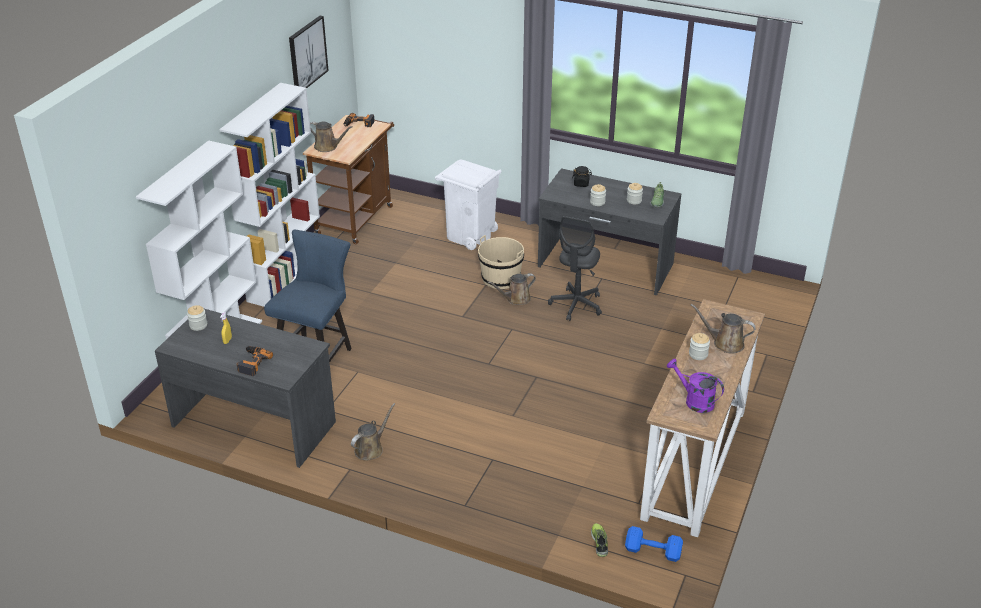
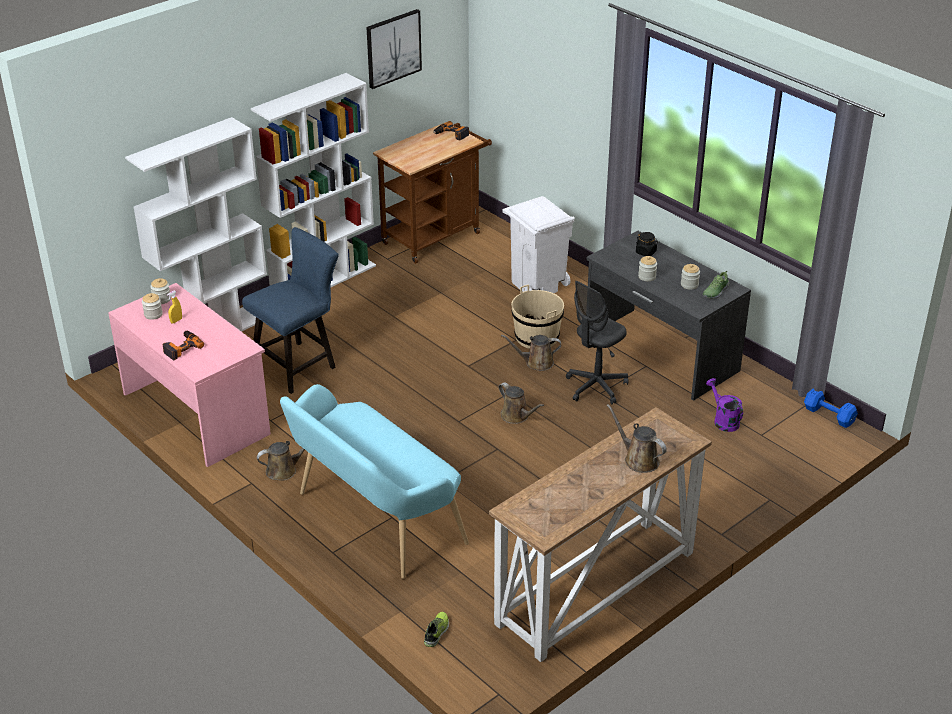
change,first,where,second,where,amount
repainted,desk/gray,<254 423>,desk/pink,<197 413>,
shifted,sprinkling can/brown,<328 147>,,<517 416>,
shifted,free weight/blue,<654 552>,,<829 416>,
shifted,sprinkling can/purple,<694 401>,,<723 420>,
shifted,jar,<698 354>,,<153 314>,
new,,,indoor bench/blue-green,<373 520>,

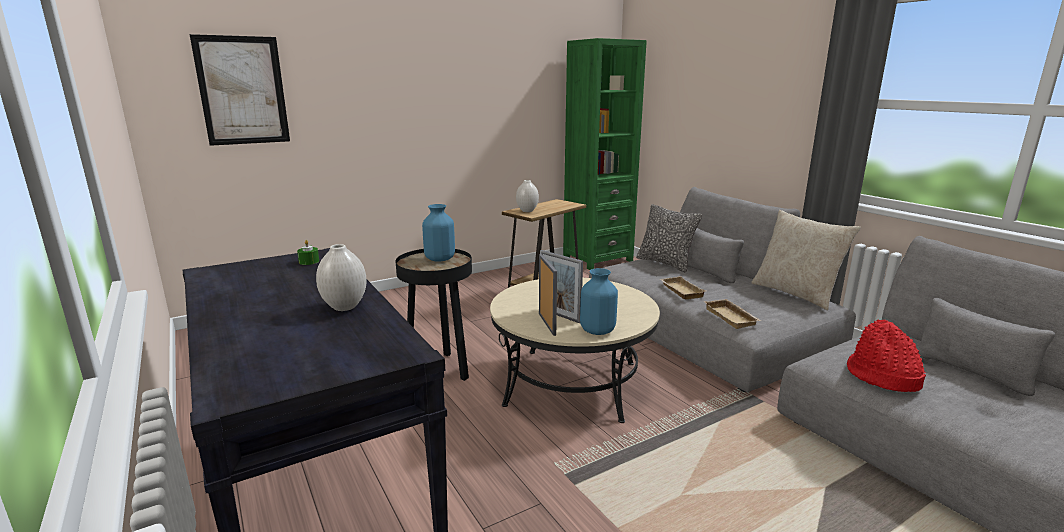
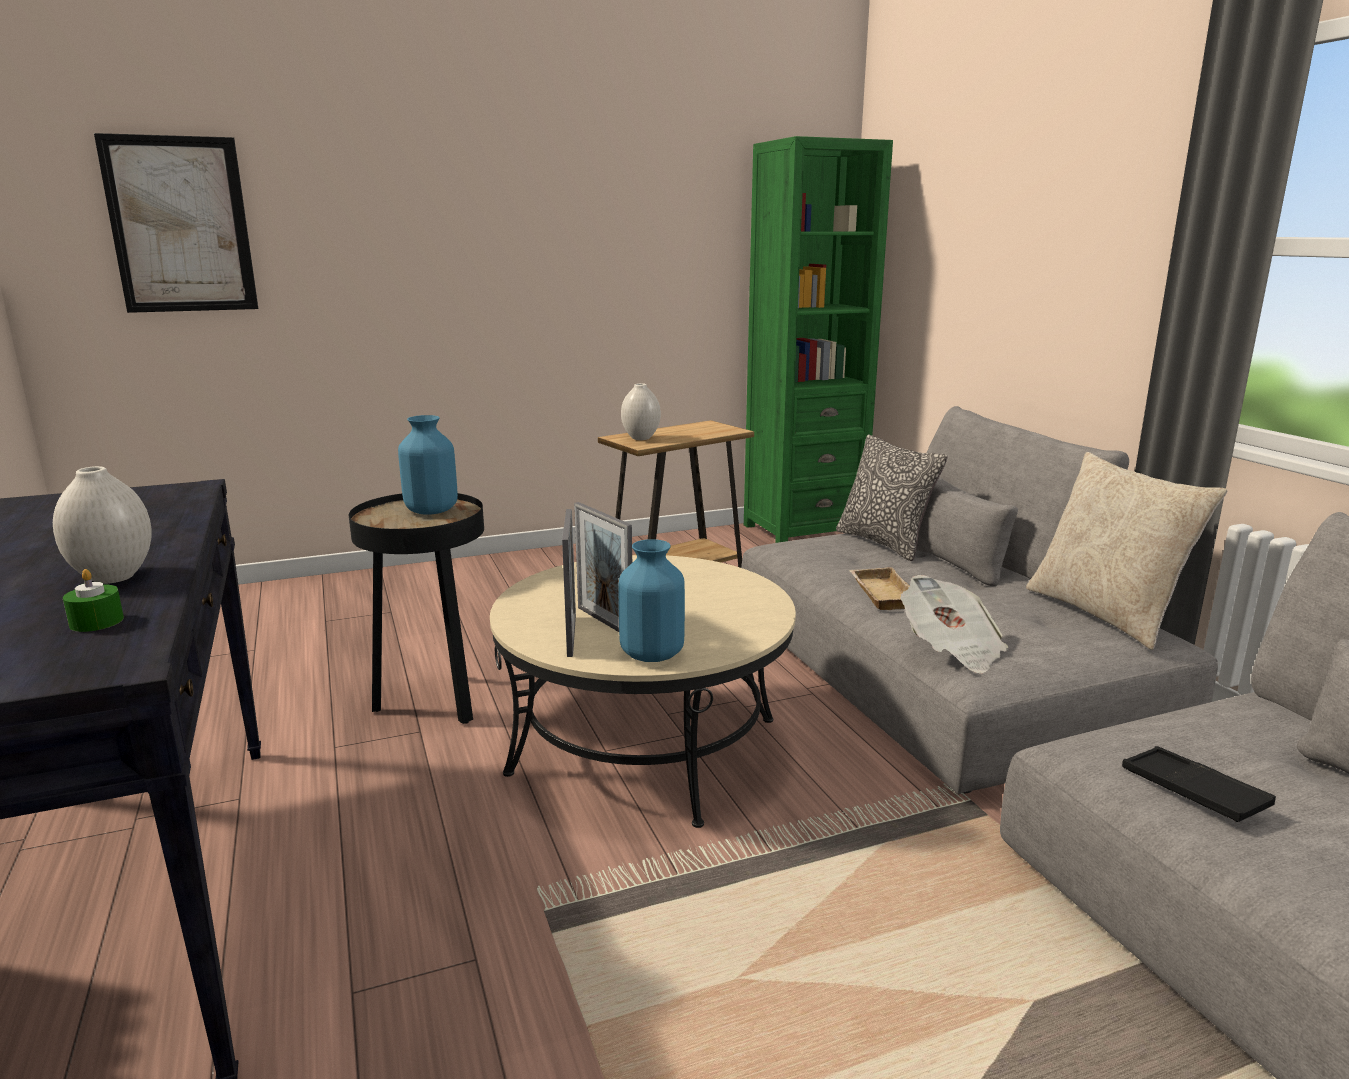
change,first,where,second,where,amount
shifted,wax light/green,<309 261>,,<96 622>,
swapped,serving tray/beige-coloured,<732 317>,daily paper,<951 649>,
swapped,wearable hat/red-coloured,<881 377>,serving tray/black-coloured,<1193 791>,

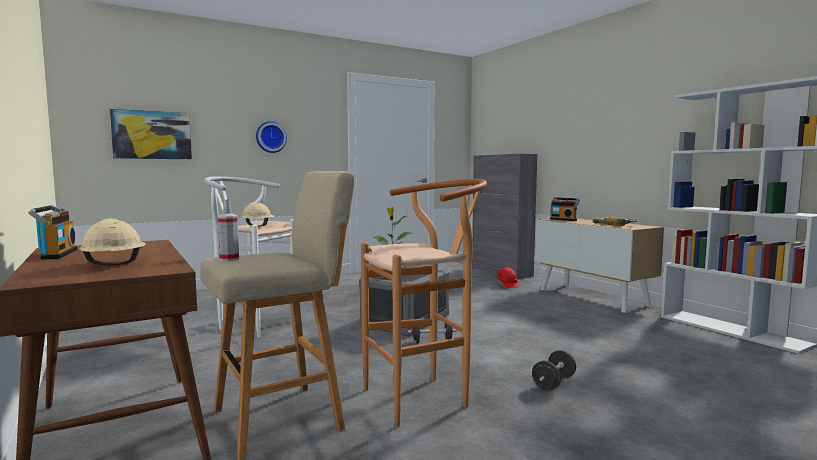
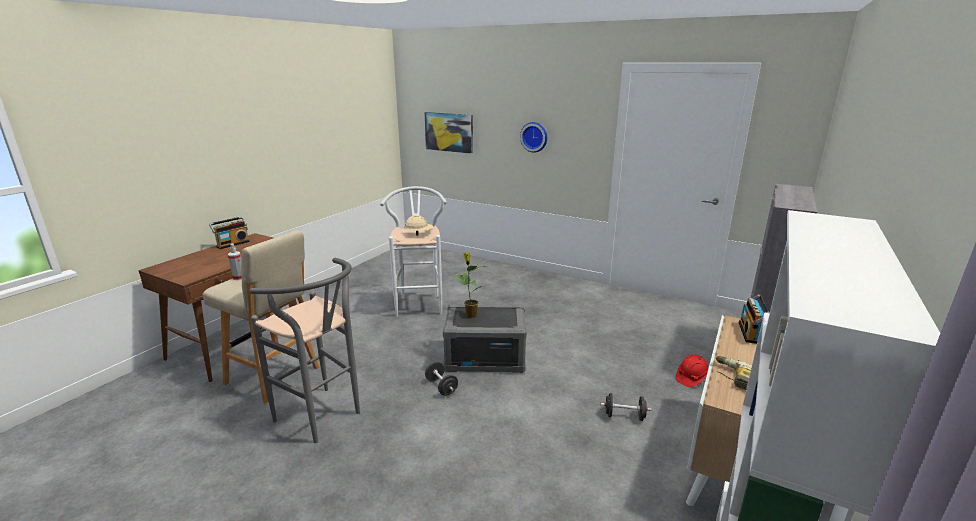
change,first,where,second,where,amount
gone,hard hat/beige-coloured,<114 264>,,,
repainted,stool/brown,<425 397>,stool/gray,<324 418>,
shifted,free weight/black-coloured,<553 383>,,<624 416>,

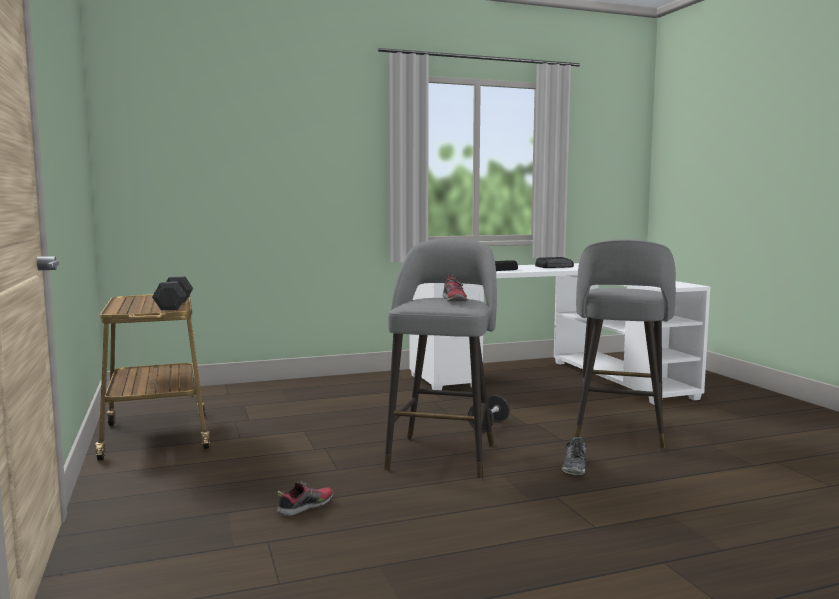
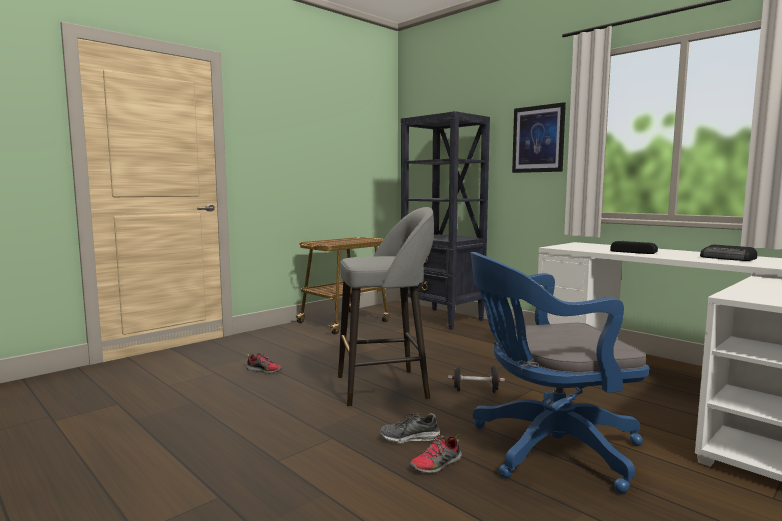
change,first,where,second,where,amount
gone,free weight/gray,<174 305>,,,
shifted,item of footwear,<454 300>,,<436 465>,
swapped,stool/gray,<618 431>,desk chair/blue,<547 449>,
new,,,shelving unit/black-coloured,<442 319>,
new,,,wall picture,<538 139>,

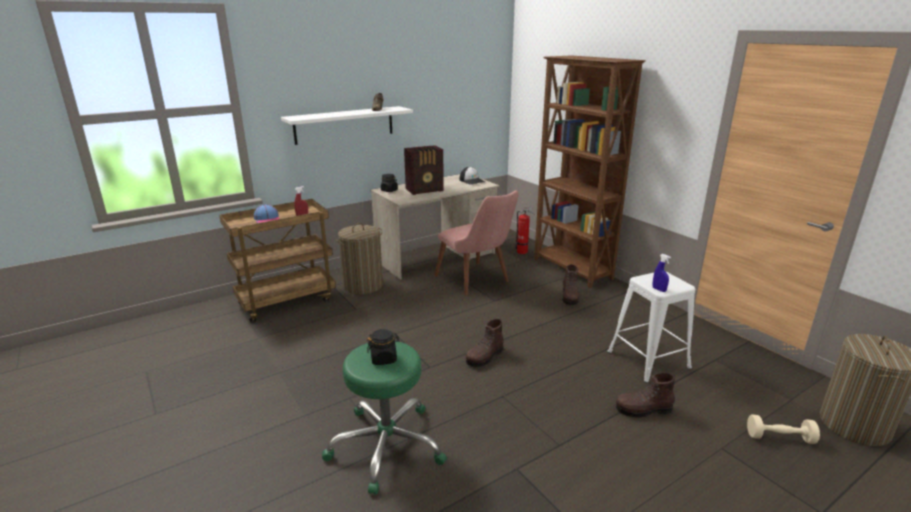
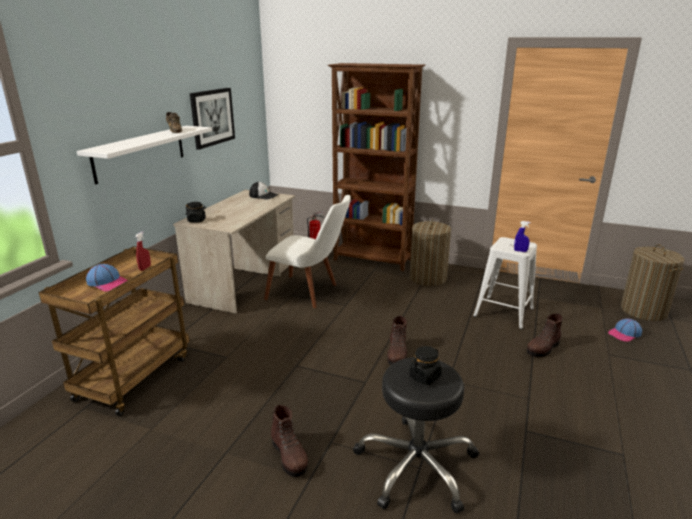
change,first,where,second,where,amount
repainted,stool/green,<386 445>,stool/black-coloured,<416 466>,
shifted,hamper,<363 285>,,<427 278>,
gone,radio receiver,<425 190>,,,
repainted,chair/pink,<477 281>,chair/whitish,<310 293>,
shifted,tall boot/brown,<569 297>,,<289 456>,
swapped,free weight/beige-coloured,<779 437>,baseball cap,<624 334>,
new,,,wall picture,<212 117>,

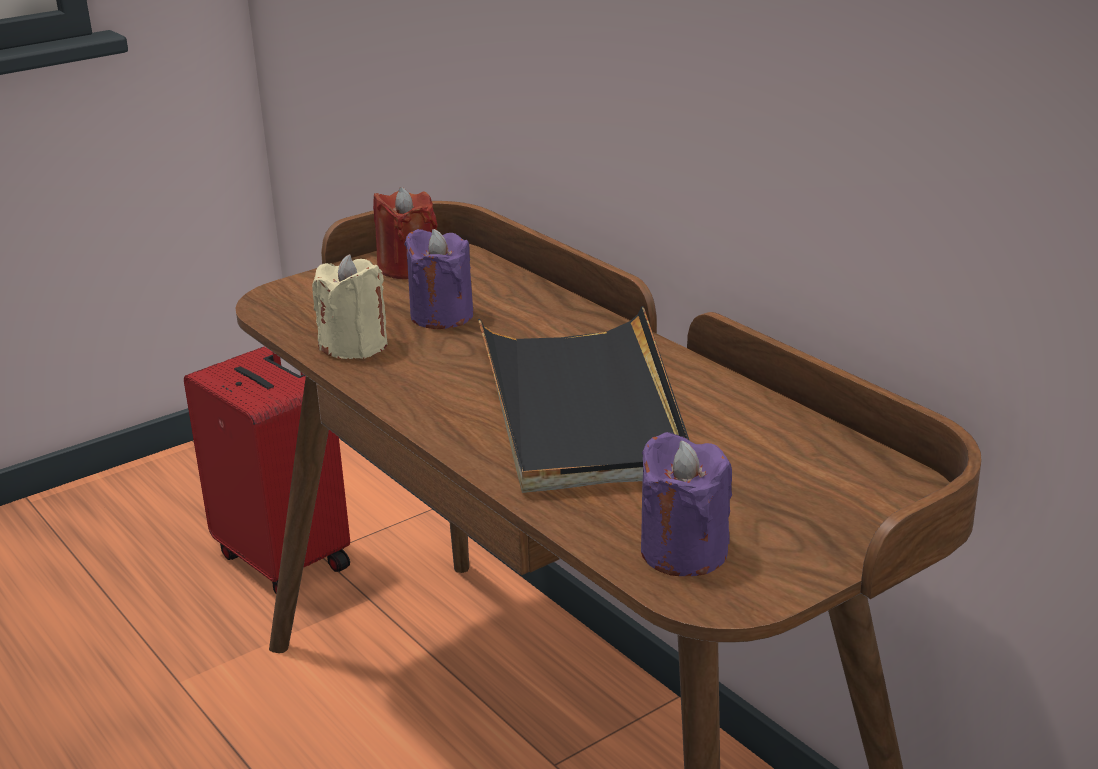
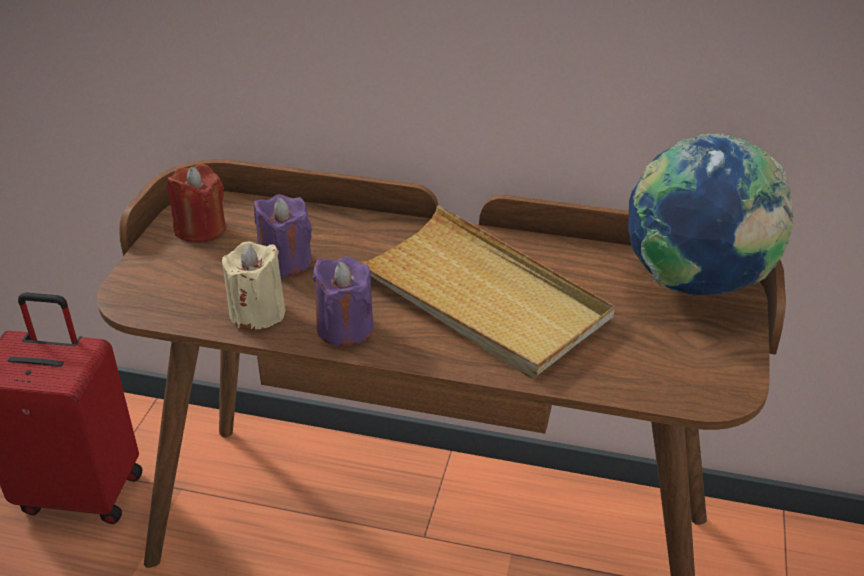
change,first,where,second,where,amount
repainted,serving tray/black-coloured,<583 407>,serving tray/beige-coloured,<479 297>,
shifted,wax light/purple,<684 552>,,<345 328>,
new,,,world globe,<694 285>,

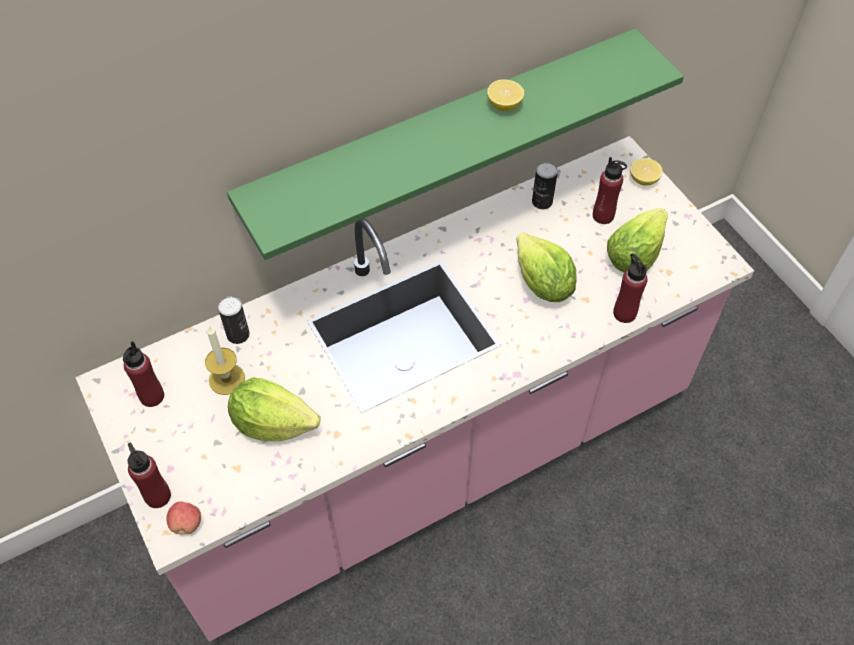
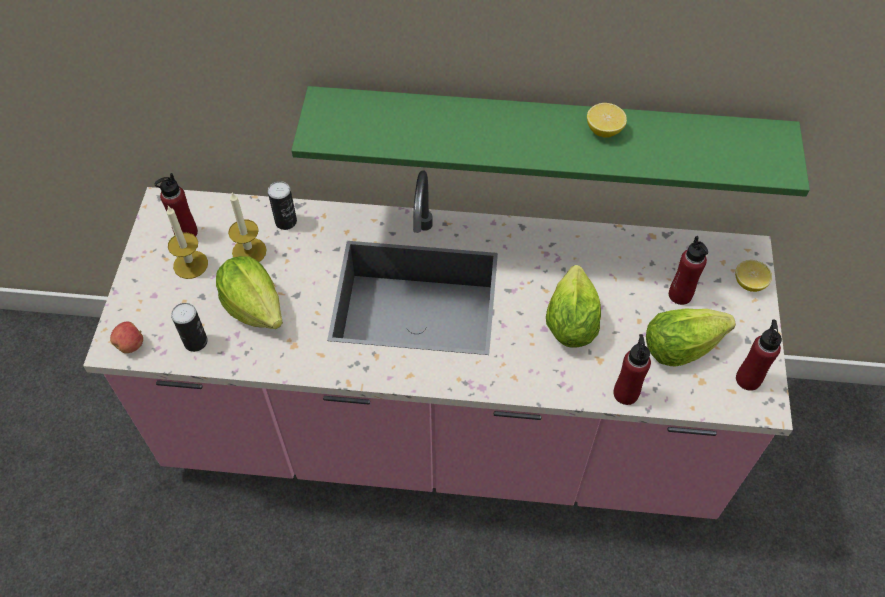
change,first,where,second,where,amount
shifted,drink bottle/red-coloured,<157 496>,,<748 379>,
shifted,sealed can,<542 202>,,<195 341>,
new,,,wax light,<190 264>,

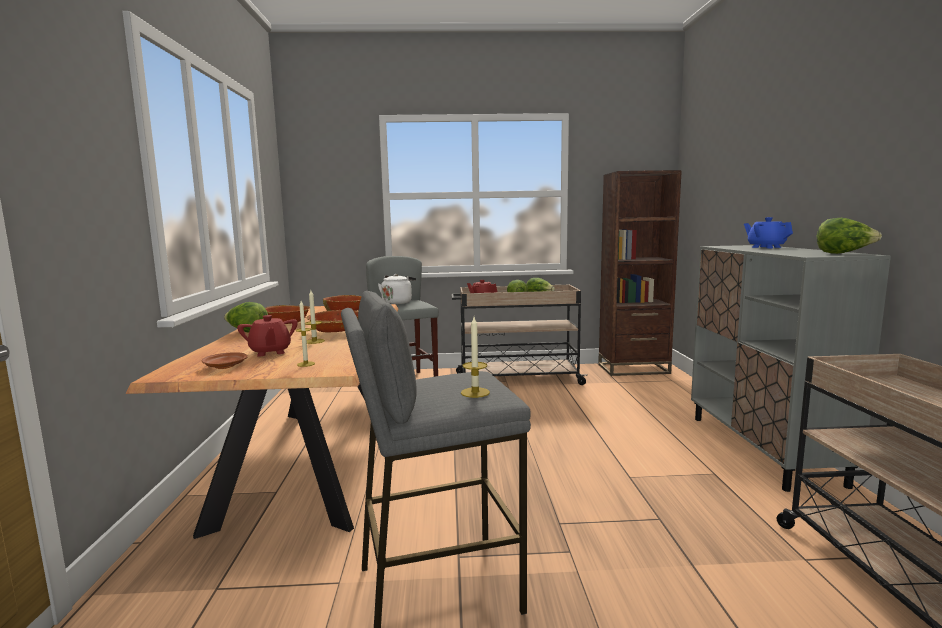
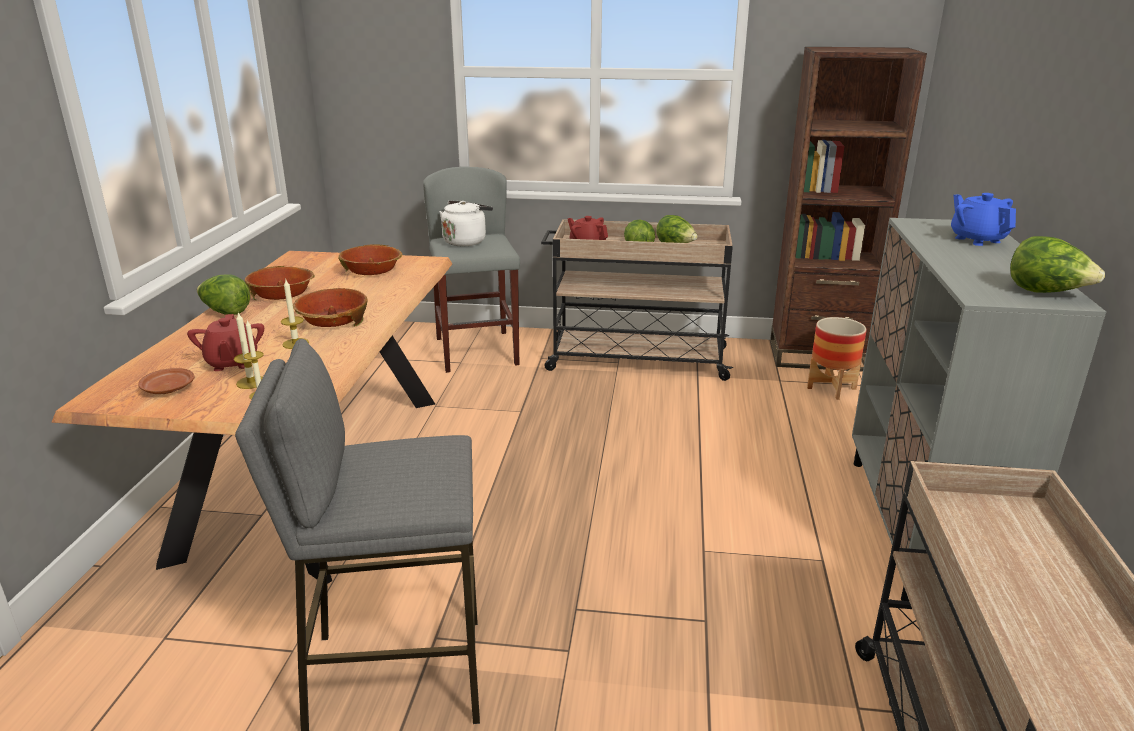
change,first,where,second,where,amount
shifted,wax light,<475 392>,,<251 382>,
new,,,flower pot,<831 388>,

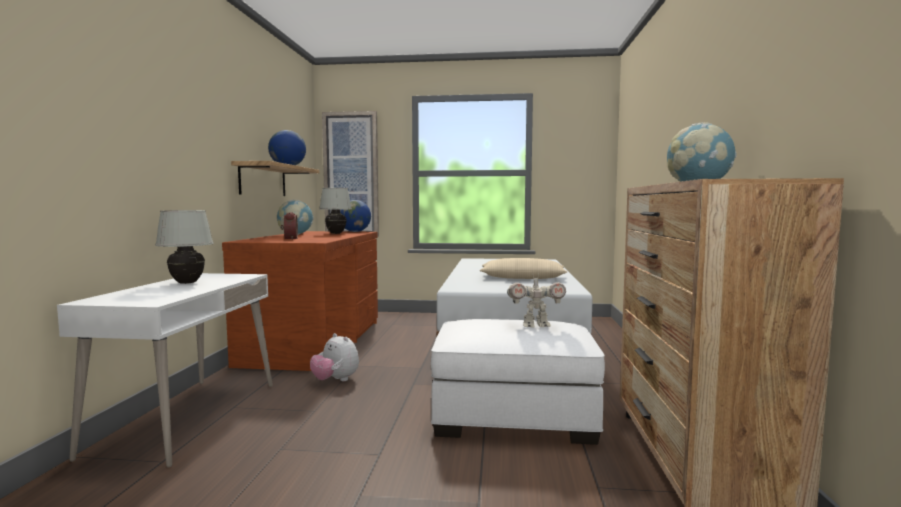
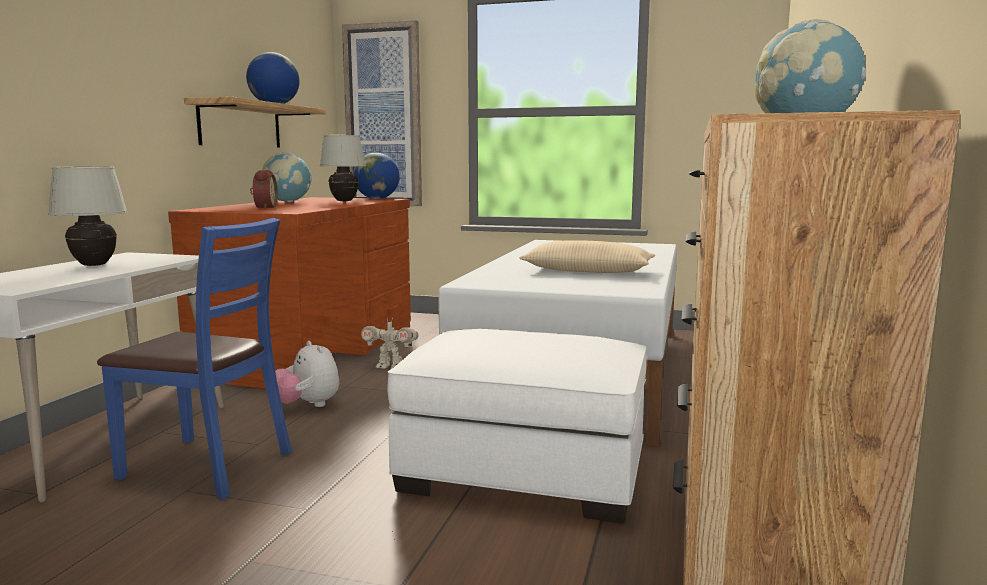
change,first,where,second,where,amount
shifted,model robot,<535 326>,,<390 367>,
new,,,chair/blue,<207 466>,

